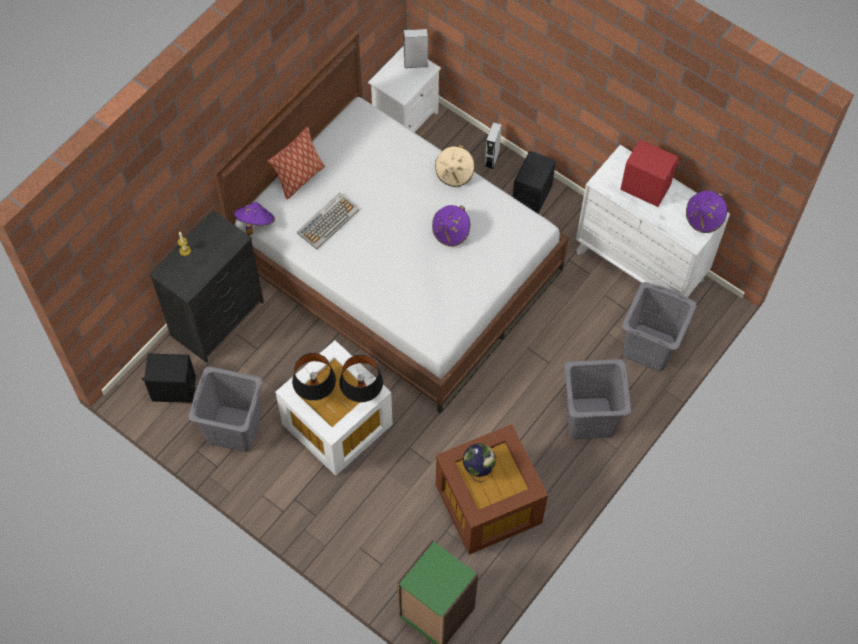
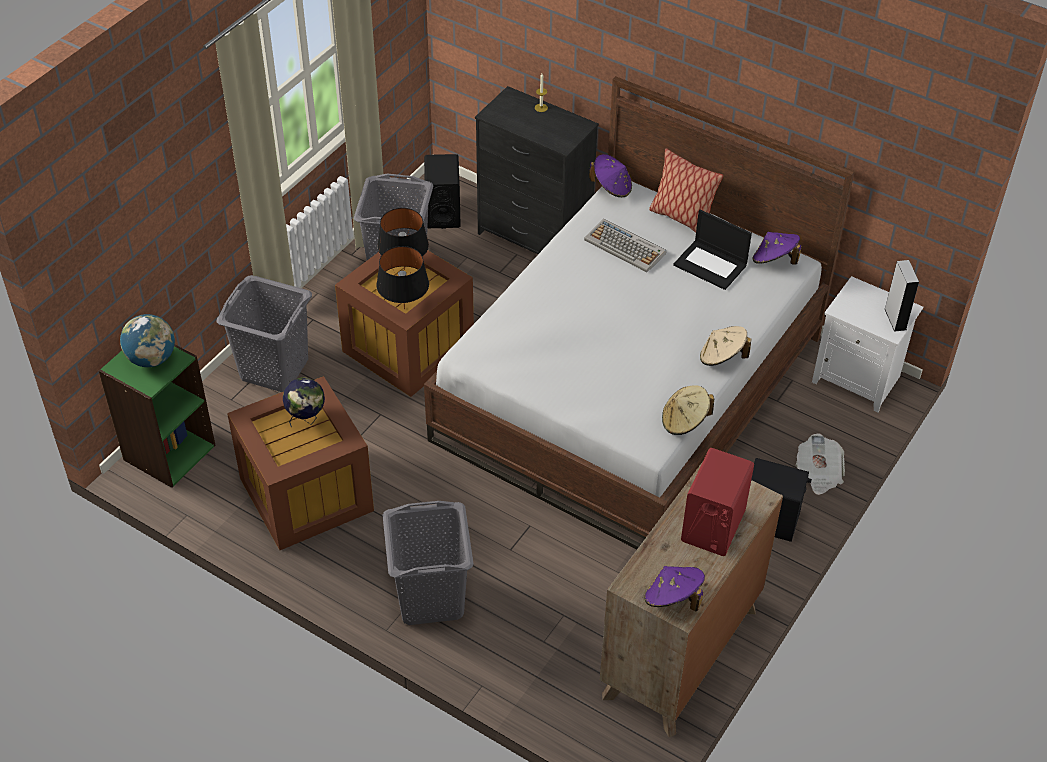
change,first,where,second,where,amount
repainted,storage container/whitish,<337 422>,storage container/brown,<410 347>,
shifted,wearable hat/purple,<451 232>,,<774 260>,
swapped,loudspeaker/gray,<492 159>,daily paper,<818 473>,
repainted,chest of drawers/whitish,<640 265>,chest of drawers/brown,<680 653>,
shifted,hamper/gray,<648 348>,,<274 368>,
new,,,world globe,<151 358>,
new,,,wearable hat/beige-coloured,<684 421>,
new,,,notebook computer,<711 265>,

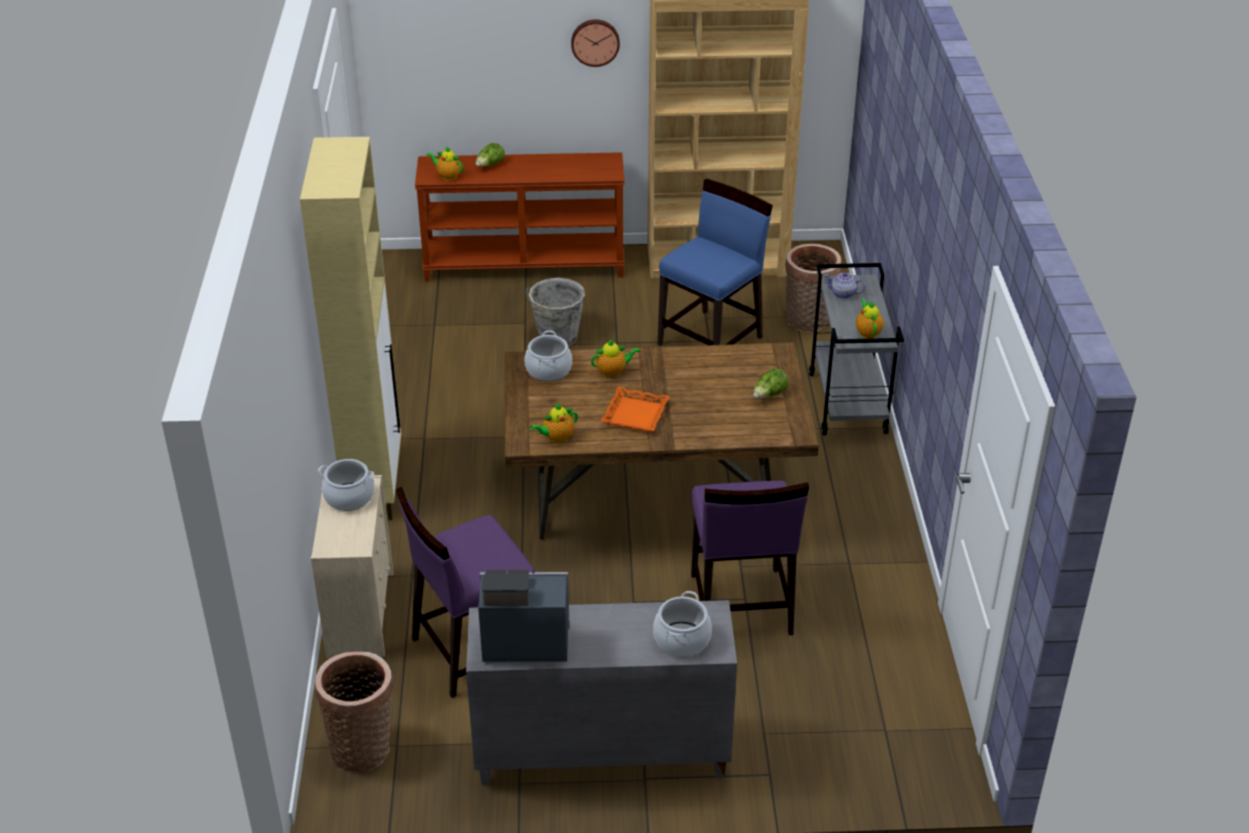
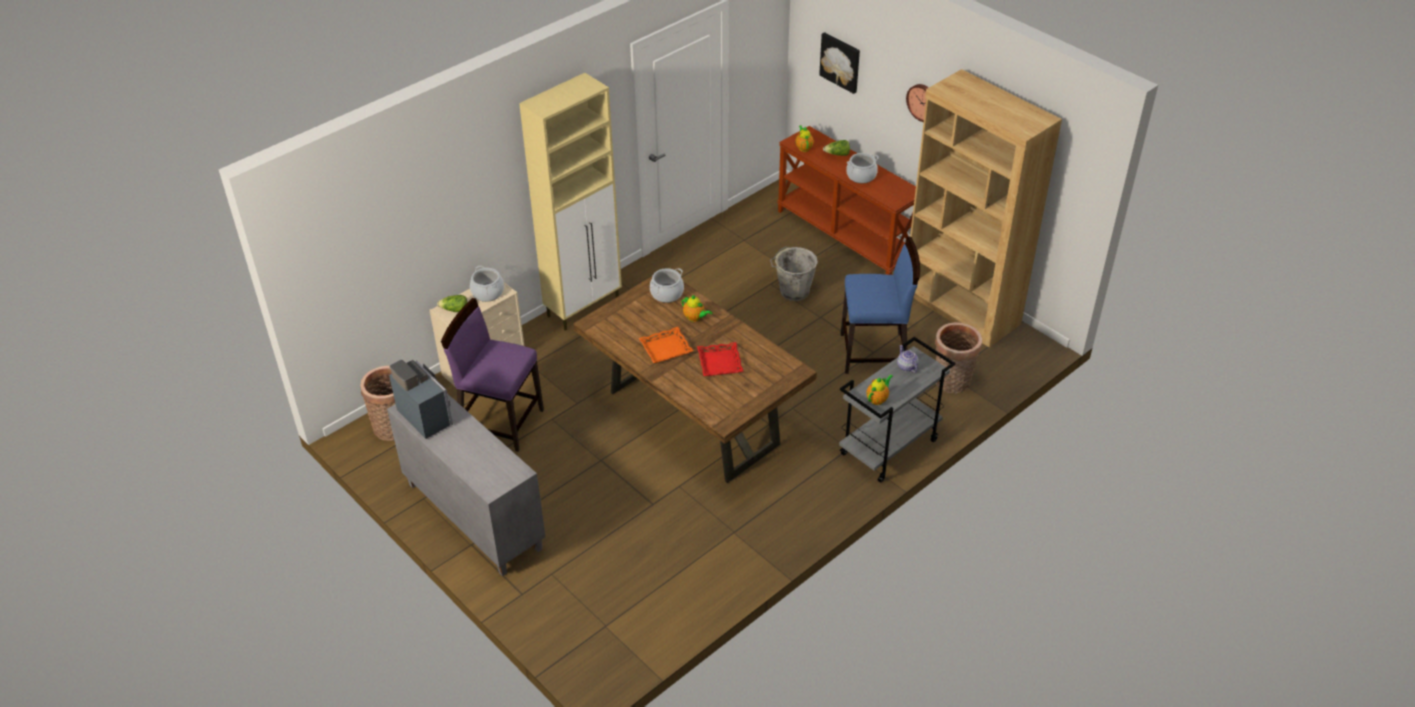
change,first,where,second,where,amount
gone,pot for tea,<556 438>,,,
shifted,stockpot,<681 639>,,<861 176>,
gone,chair/purple,<740 605>,,,
shifted,lettuce head,<769 395>,,<455 310>,
new,,,serving tray/red-coloured,<719 363>,
new,,,wall picture,<841 62>,

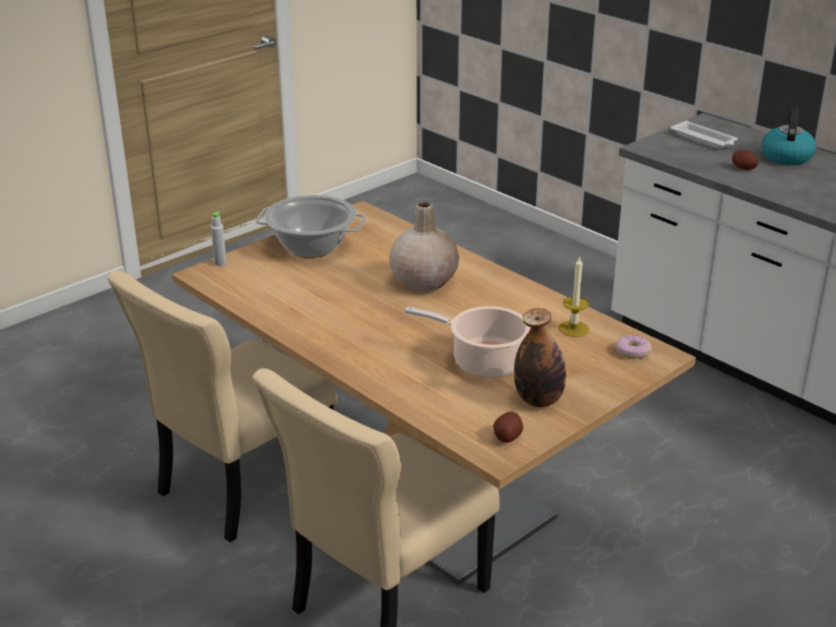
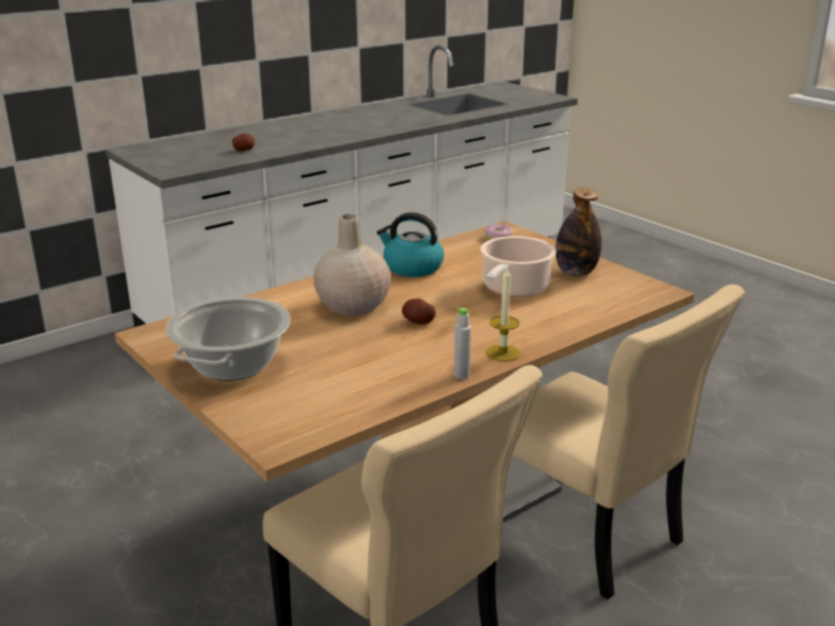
change,first,where,second,where,amount
shifted,drink bottle/gray,<220 263>,,<461 375>,
shifted,whole potato,<507 436>,,<418 322>,
shifted,wax light,<573 329>,,<503 353>,
gone,serving tray/whitish,<704 139>,,,
shifted,kettle,<786 156>,,<412 267>,

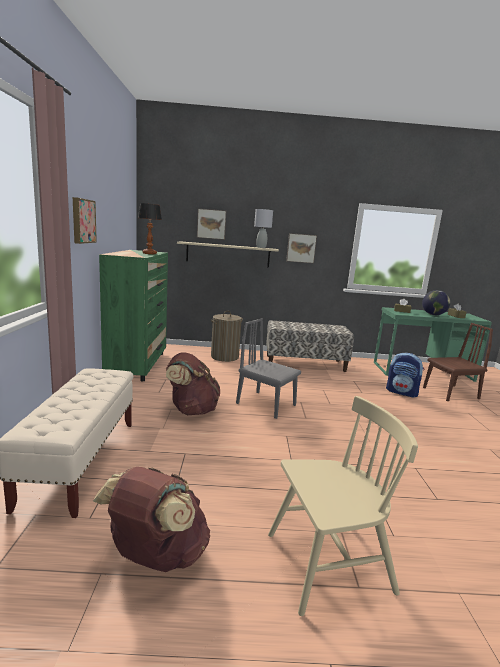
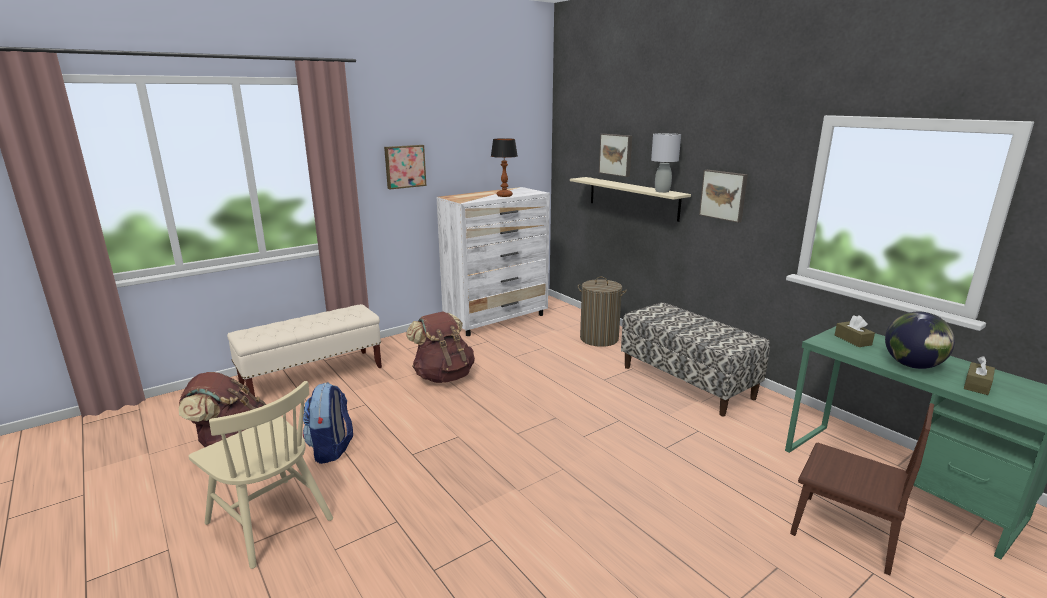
change,first,where,second,where,amount
repainted,chest of drawers/green,<138 364>,chest of drawers/whitish,<497 319>,
gone,chair/gray,<266 404>,,,
shifted,knapsack,<402 392>,,<331 449>,

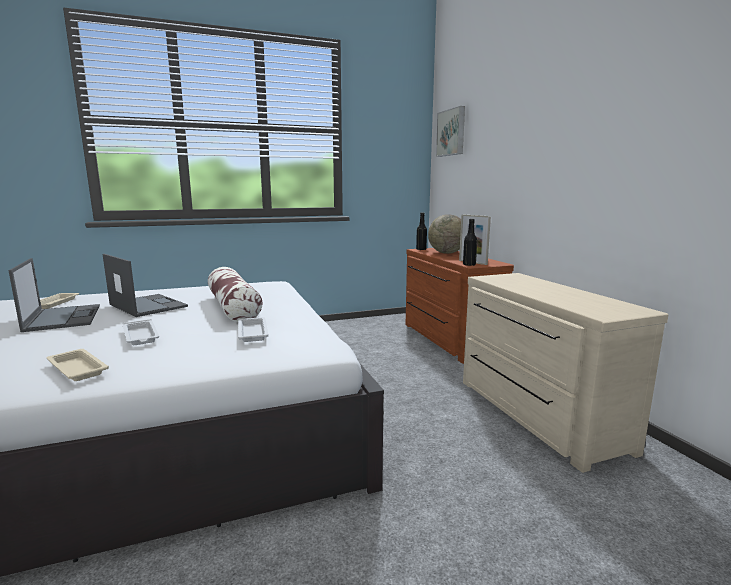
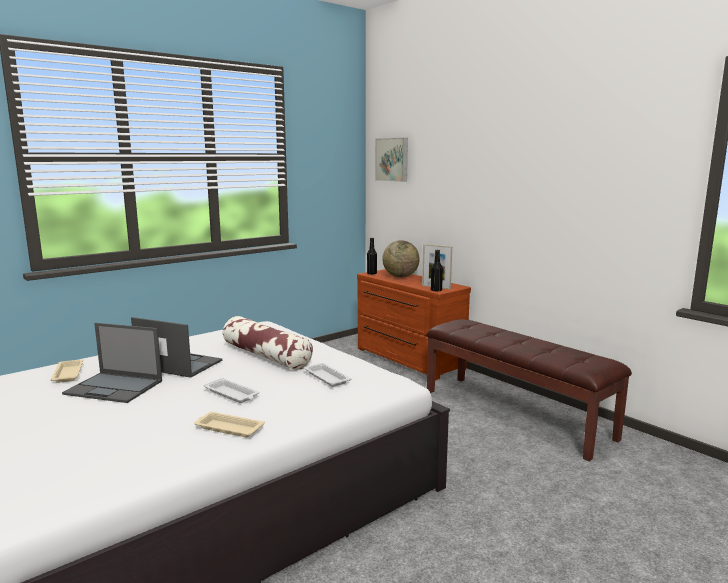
change,first,where,second,where,amount
rotated,notebook computer,<63 318>,,<115 387>,150 degrees clockwise
swapped,chest of drawers/beige-coloured,<534 414>,indoor bench/brown,<515 413>,

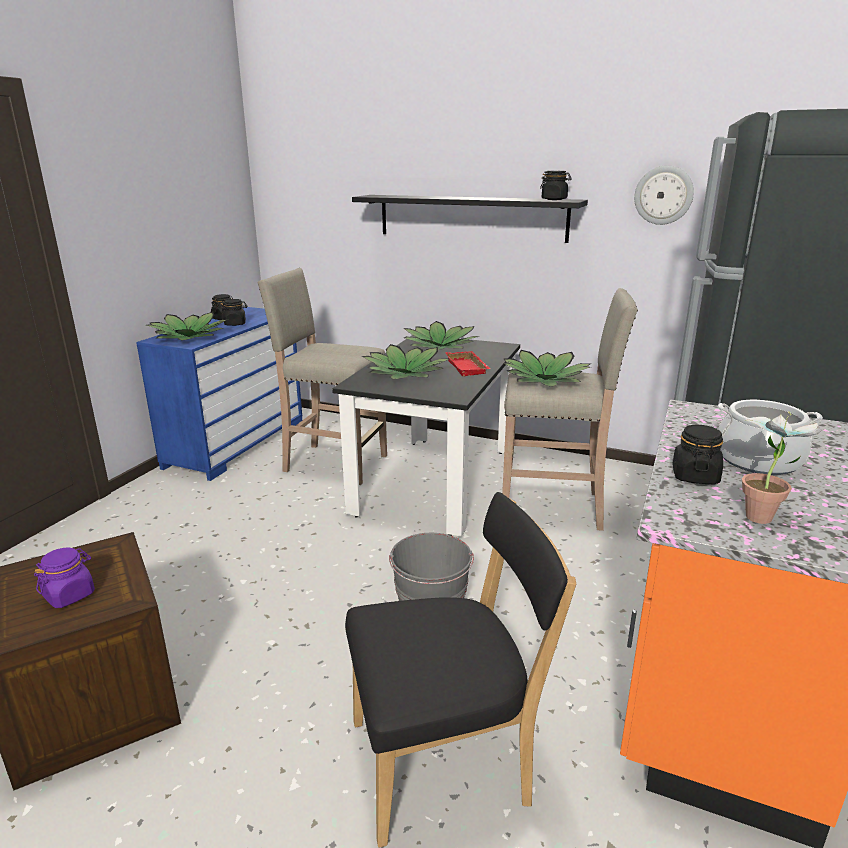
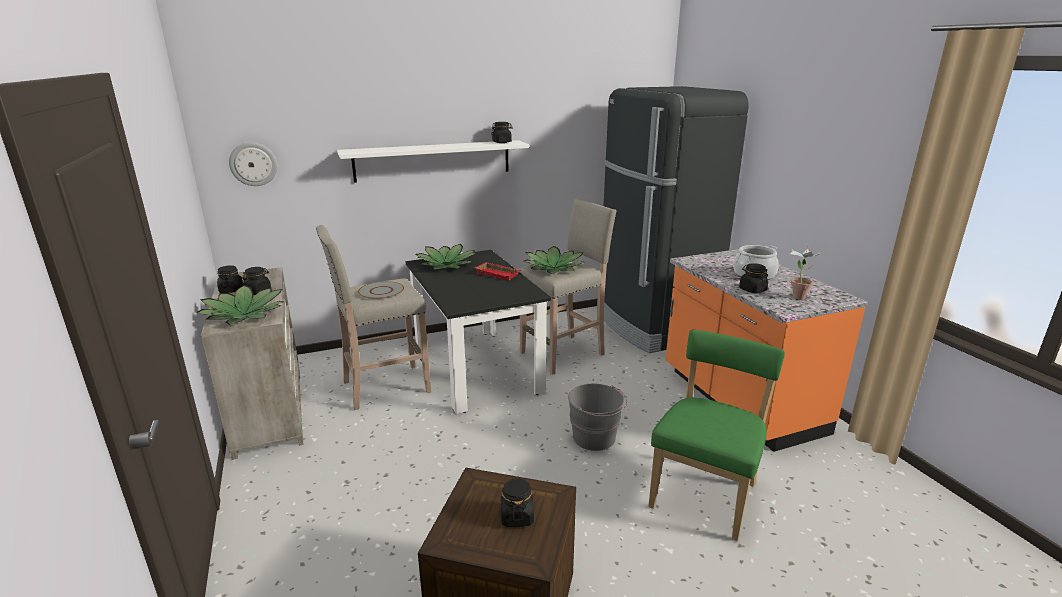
change,first,where,second,where,amount
repainted,jar/purple,<70 595>,jar/black-coloured,<517 516>,
repainted,chest of drawers/blue,<236 443>,chest of drawers/beige-coloured,<268 408>,
repainted,chair/black-coloured,<447 761>,chair/green,<706 493>,
repainted,shelf/black-coloured,<471 217>,shelf/whitish,<433 160>,
gone,plant in a pot,<405 373>,,,
shifted,wall clock,<663 195>,,<253 164>,
new,,,dinner plate/gray,<381 291>,

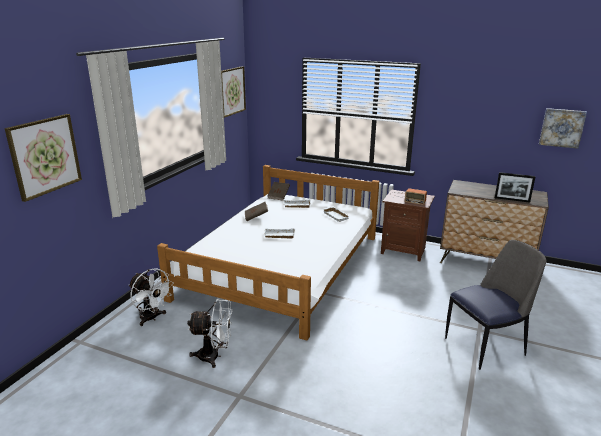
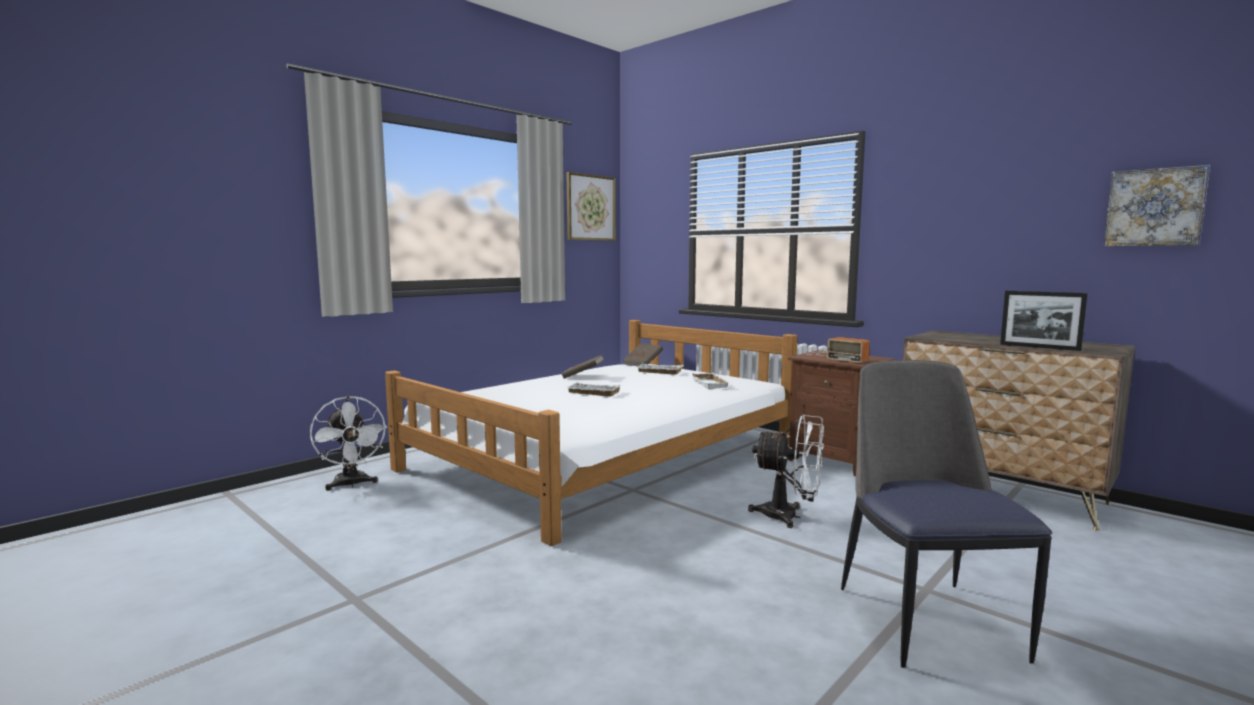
change,first,where,second,where,amount
gone,wall picture,<45 156>,,,
shifted,fan/whitish,<214 356>,,<789 516>,
rotated,chair,<486 346>,,<926 619>,90 degrees counterclockwise

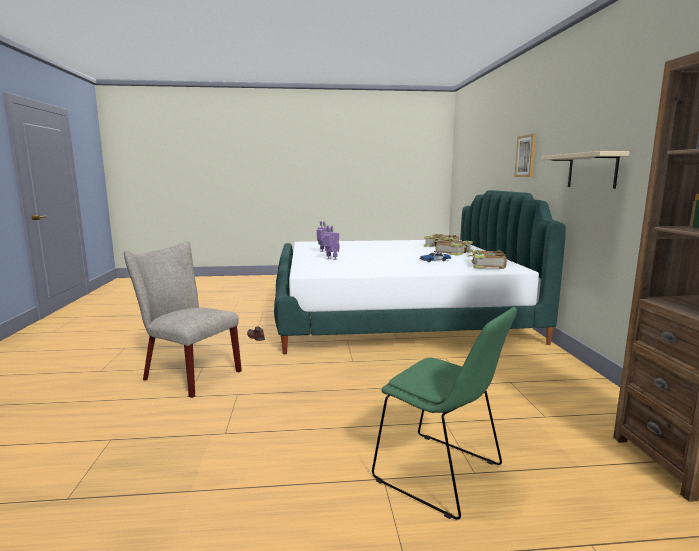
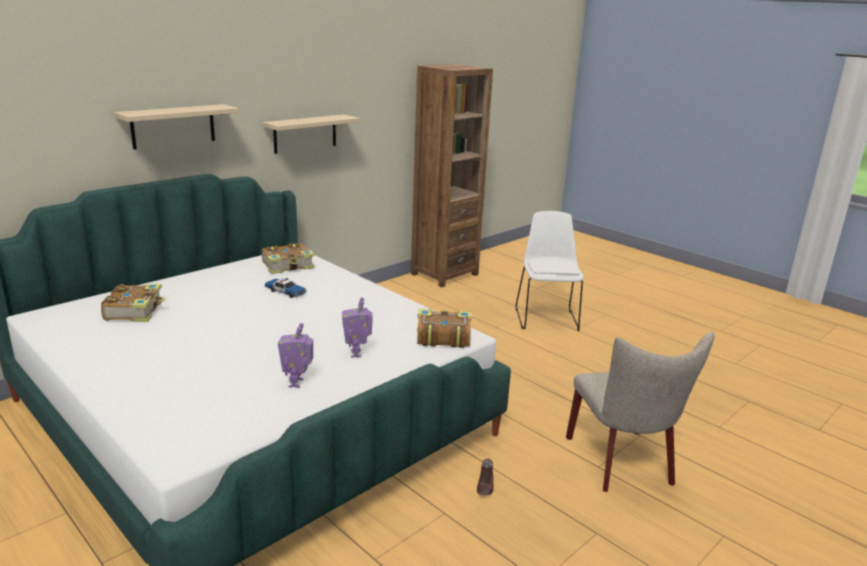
change,first,where,second,where,amount
repainted,chair/green,<442 474>,chair/whitish,<546 318>,
shifted,book,<454 252>,,<442 337>,
swapped,wall picture,<526 156>,shelf/beige-coloured,<173 126>,

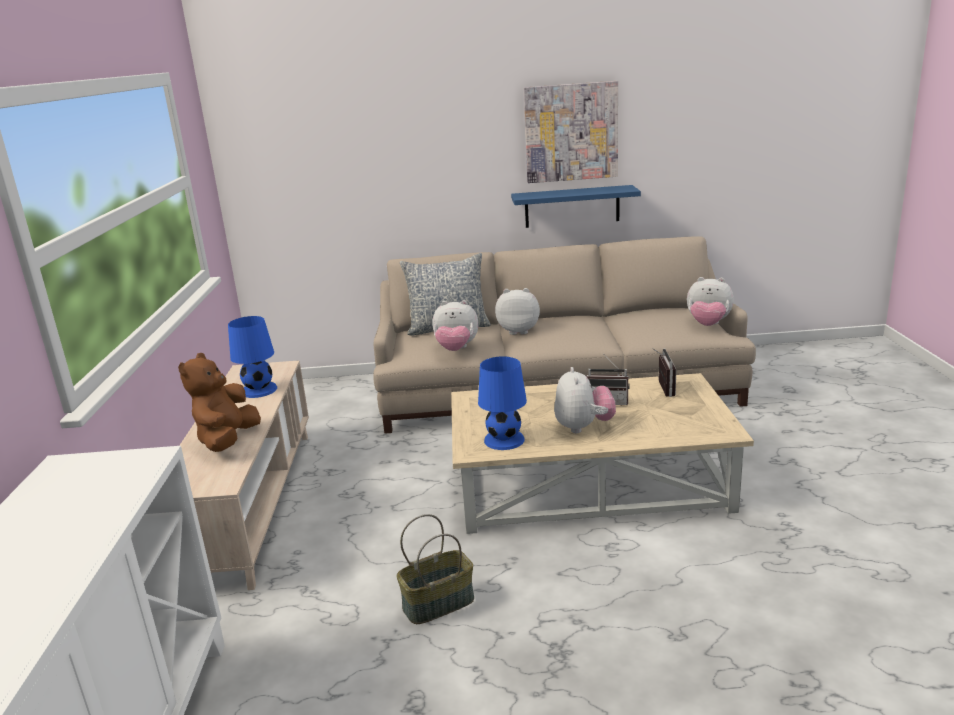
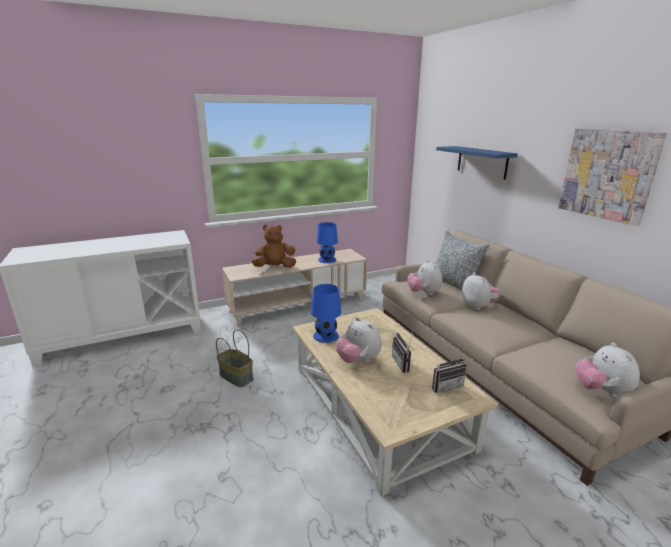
change,first,where,second,where,amount
shifted,shelf/blue,<572 206>,,<482 162>,
rotated,plush toy,<583 427>,,<358 360>,75 degrees clockwise

